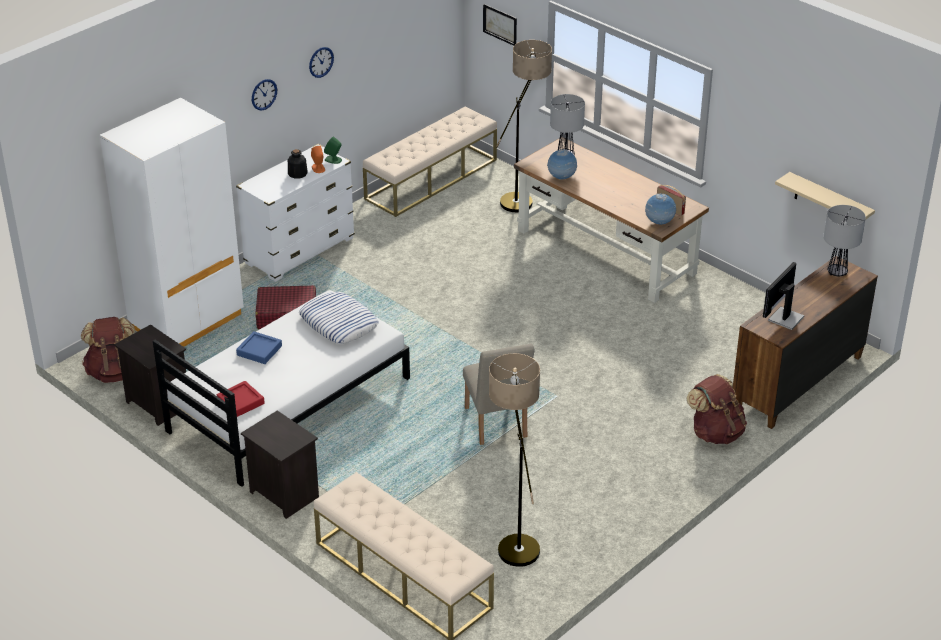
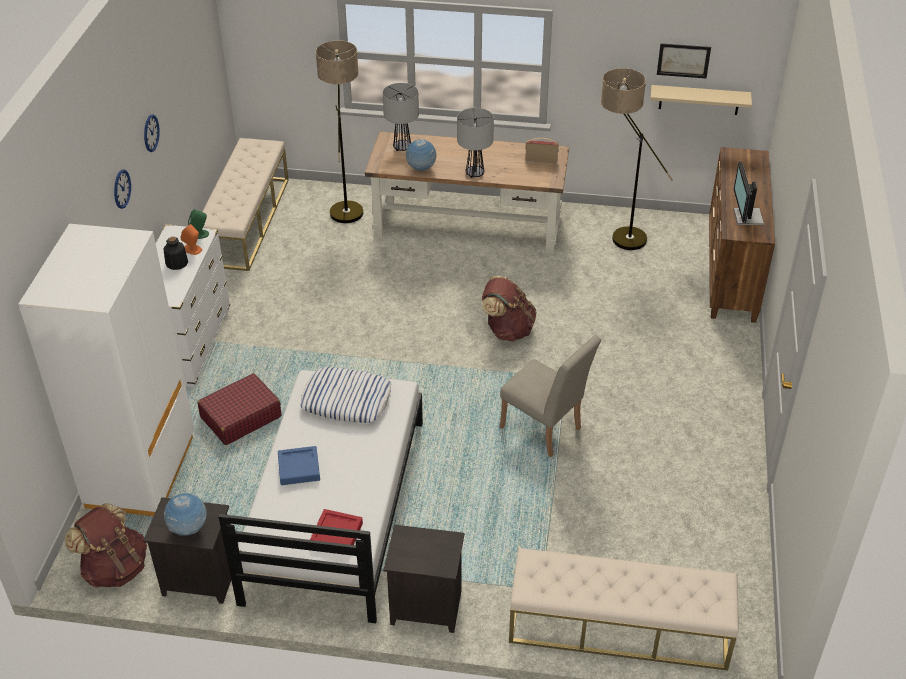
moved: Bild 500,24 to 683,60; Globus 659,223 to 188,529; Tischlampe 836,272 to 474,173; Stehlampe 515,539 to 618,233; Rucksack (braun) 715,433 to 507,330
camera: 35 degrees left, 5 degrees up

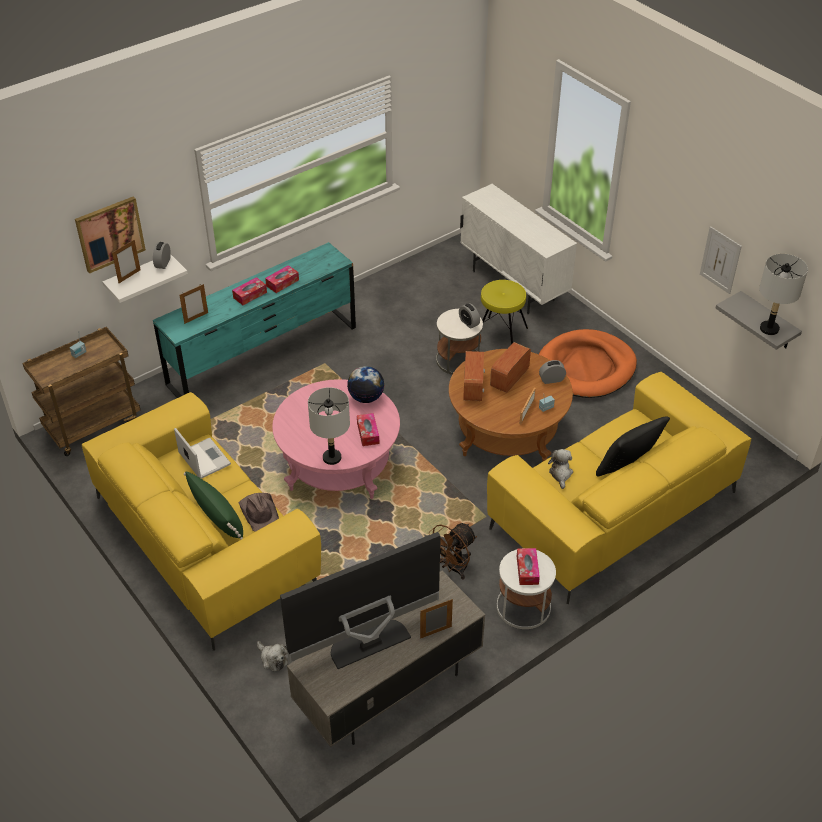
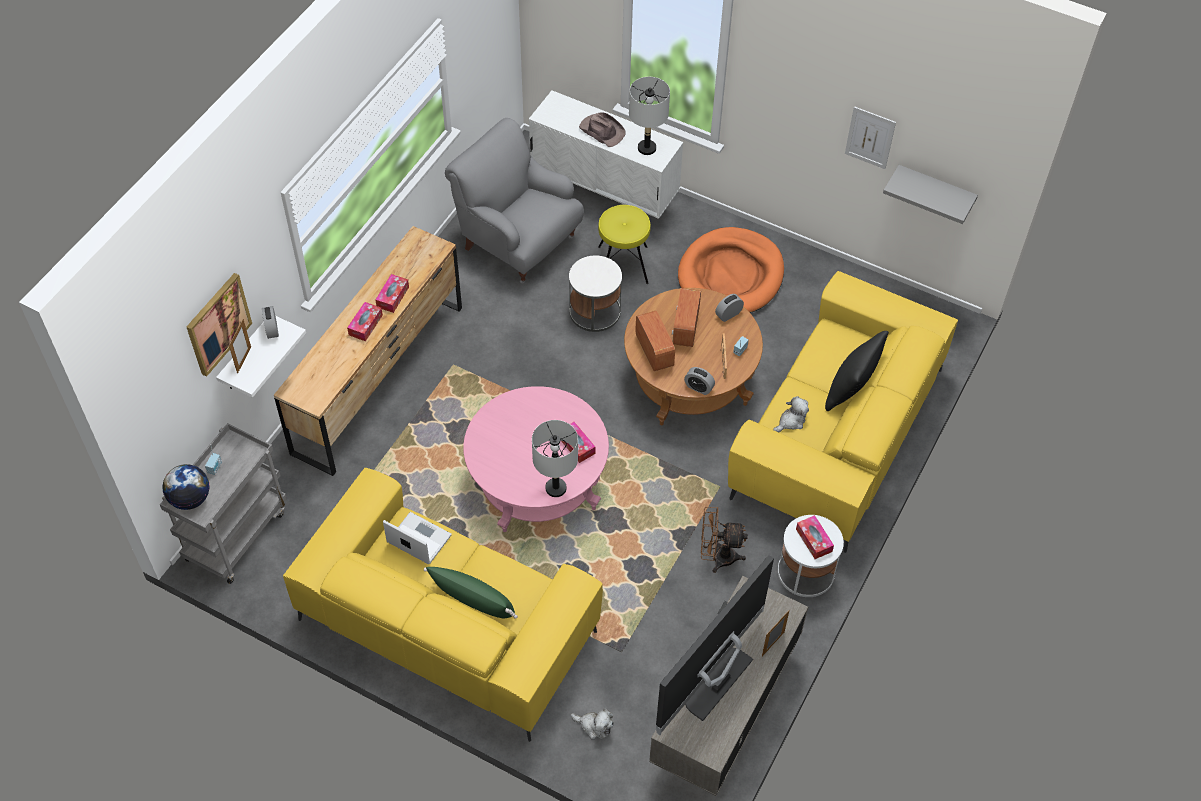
removed: Bilderrahmen 196,318
added: Sessel (grau) 518,242
moved: Tischlampe (grau) 769,329 to 646,148; Wecker 469,323 to 698,387; Globus 366,397 to 190,498; Hut (braun) 259,512 to 602,130
recoloured: Kommode (türkis) 263,356 to Kommode (braun) 379,379; Rollwagen (braun) 93,424 to Rollwagen (grau) 236,533
turned: Plüschtier 560,474 = 791,421 75 degrees clockwise; Ventilator (braun) 453,568 = 717,557 75 degrees clockwise
camera: 25 degrees left, 10 degrees up

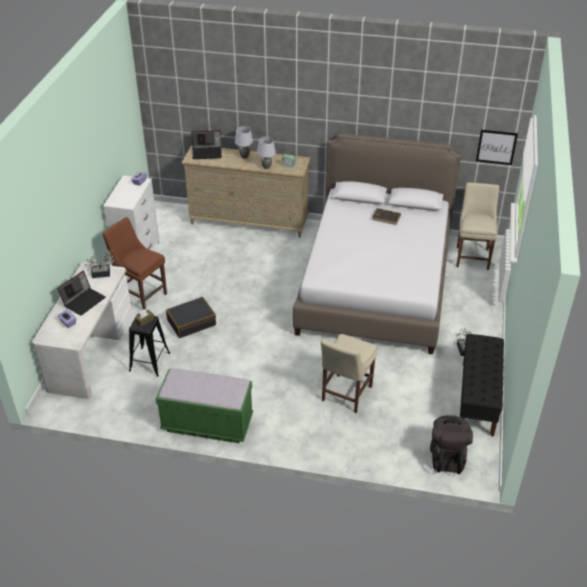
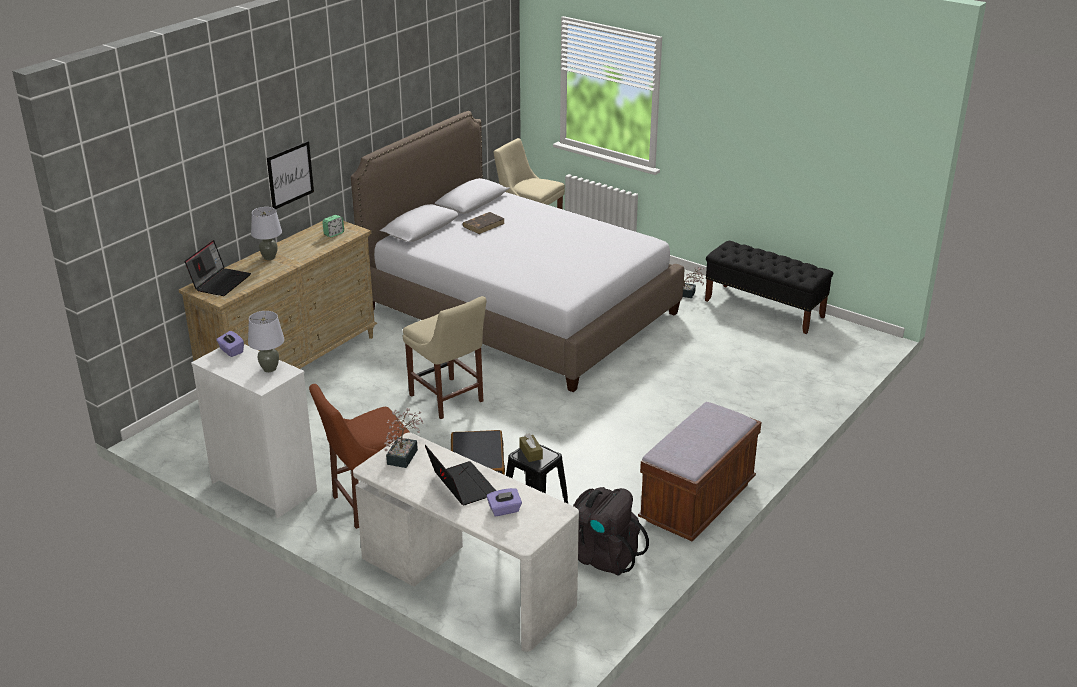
moved: Bild 496,147 to 290,175; Tischlampe (grau) 266,167 to 270,369; Stuhl (beige) 345,395 to 448,400; Rucksack (schwarz) 447,457 to 603,556
recoloured: Bank (grün) 207,424 to Bank (braun) 697,502
camera: 65 degrees left, 10 degrees down

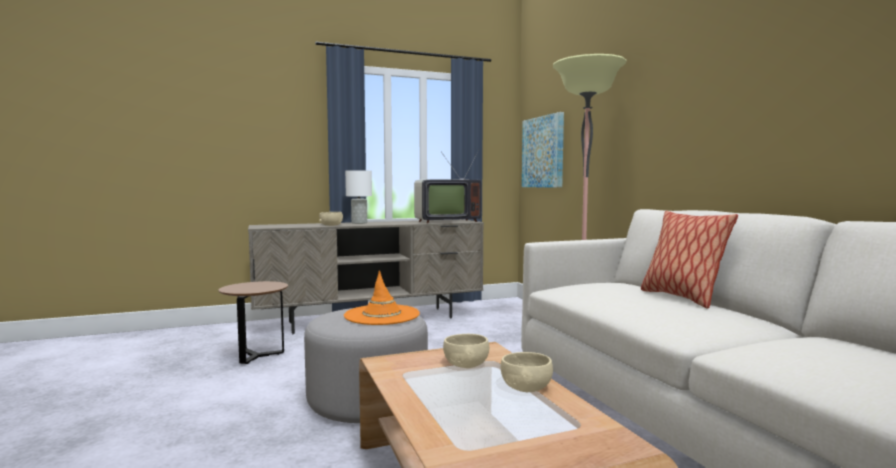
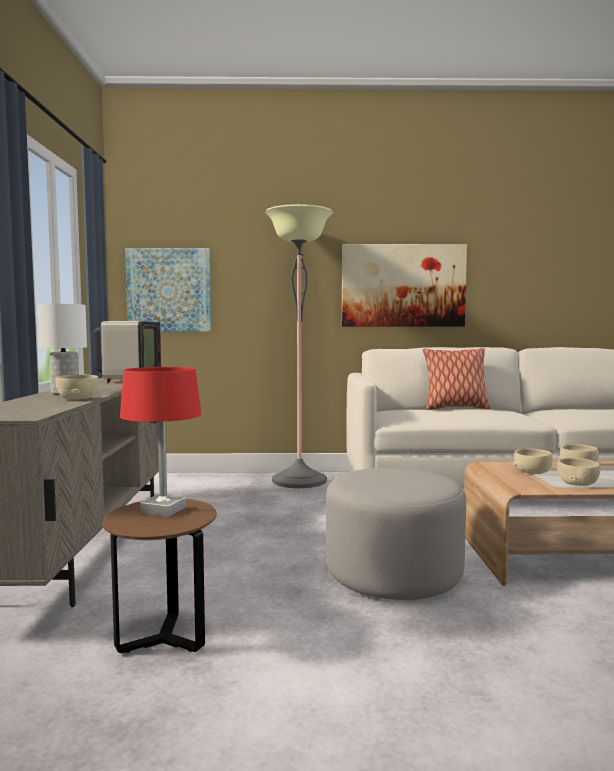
removed: Hut (orange) 382,315
added: Bild 403,285; Tischlampe (rot) 164,510; Schüssel (beige) 577,483
camera: 70 degrees left, 0 degrees up

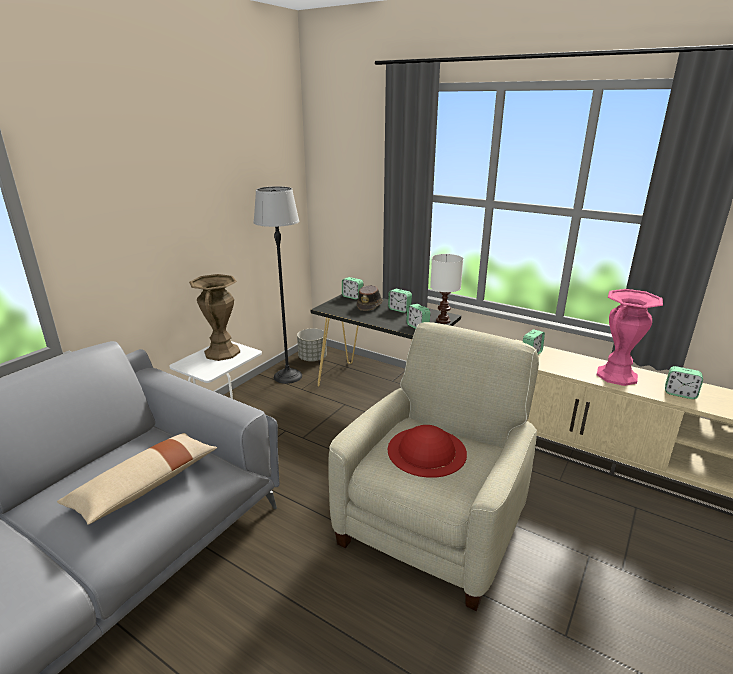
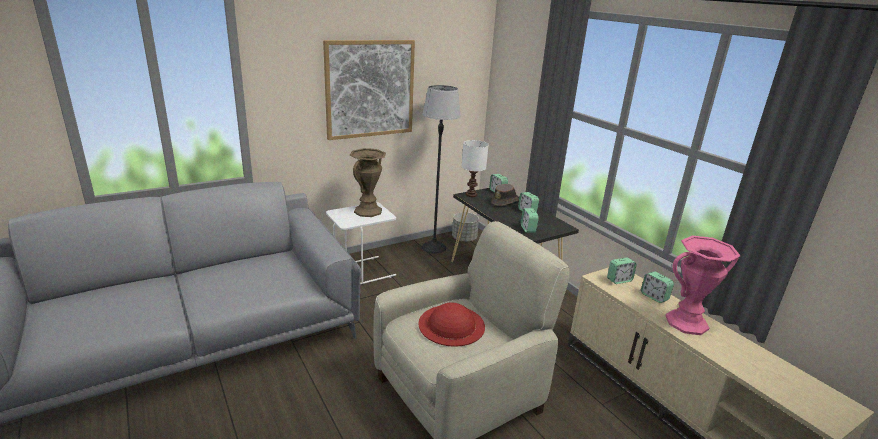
removed: Kissen (beige) 145,486
added: Bild 370,89
moved: Tischlampe (weiß) 442,320 to 471,194; Wecker 680,394 to 654,296
camera: 25 degrees right, 0 degrees up

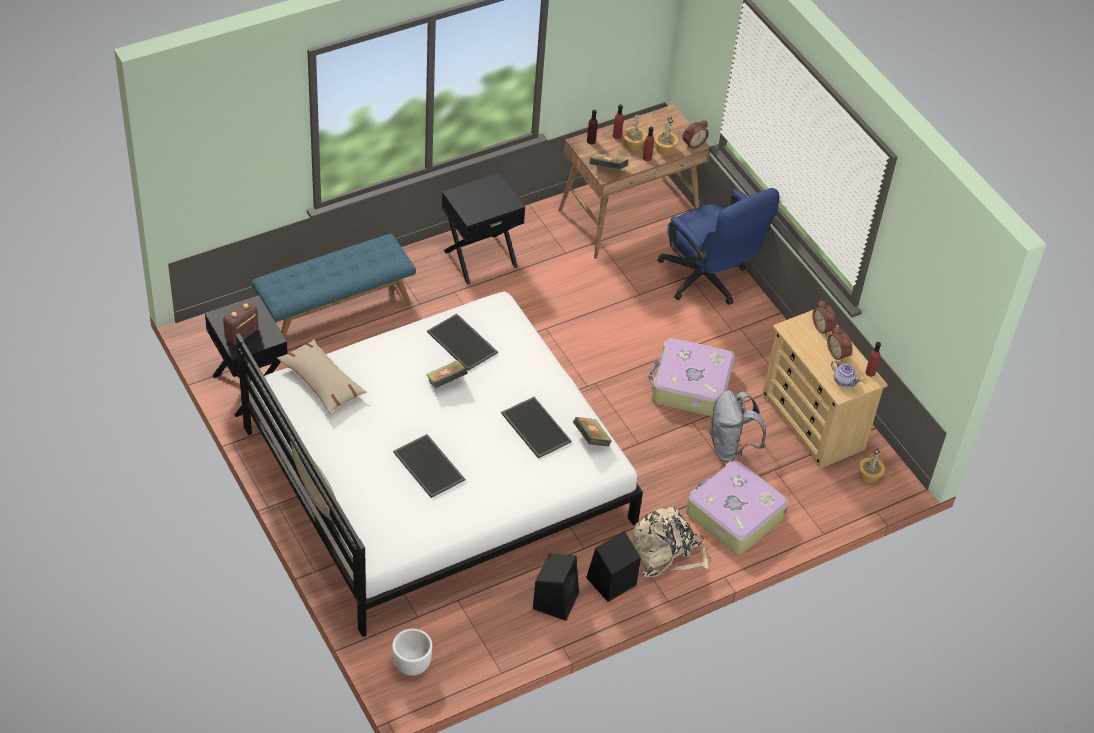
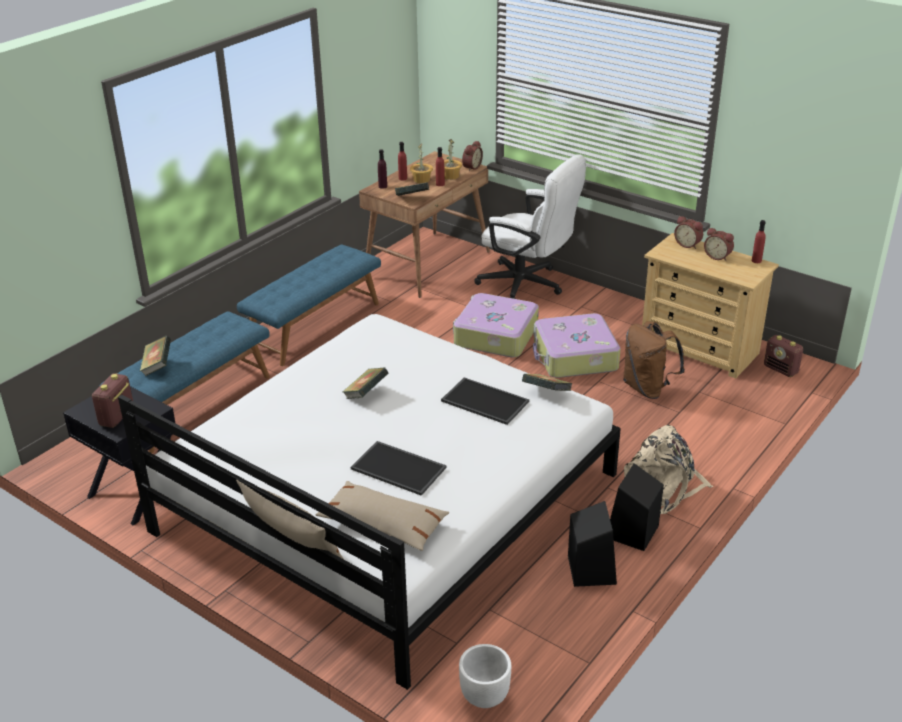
removed: Tablett 463,342; Teekanne 844,381
added: Buch 157,366
moved: Kissen (beige) 322,382 to 383,524; Koffer 733,515 to 495,336
replaced: Nachttisch (schwarz) 480,258 to Bank (blau) 314,326; Topfpflanze 869,476 to Radio 781,370
recoloured: Bürostuhl (blau) 707,281 to Bürostuhl (weiß) 528,285; Rucksack (grau) 730,447 to Rucksack (braun) 648,388
camera: 20 degrees left, 15 degrees down

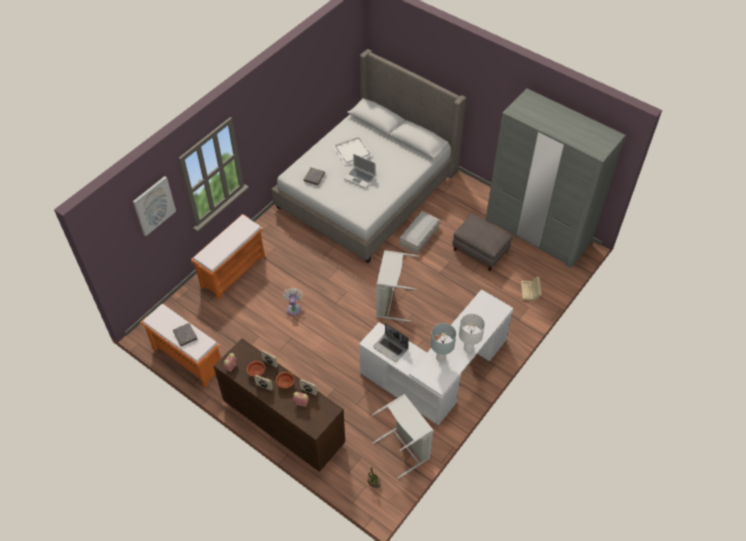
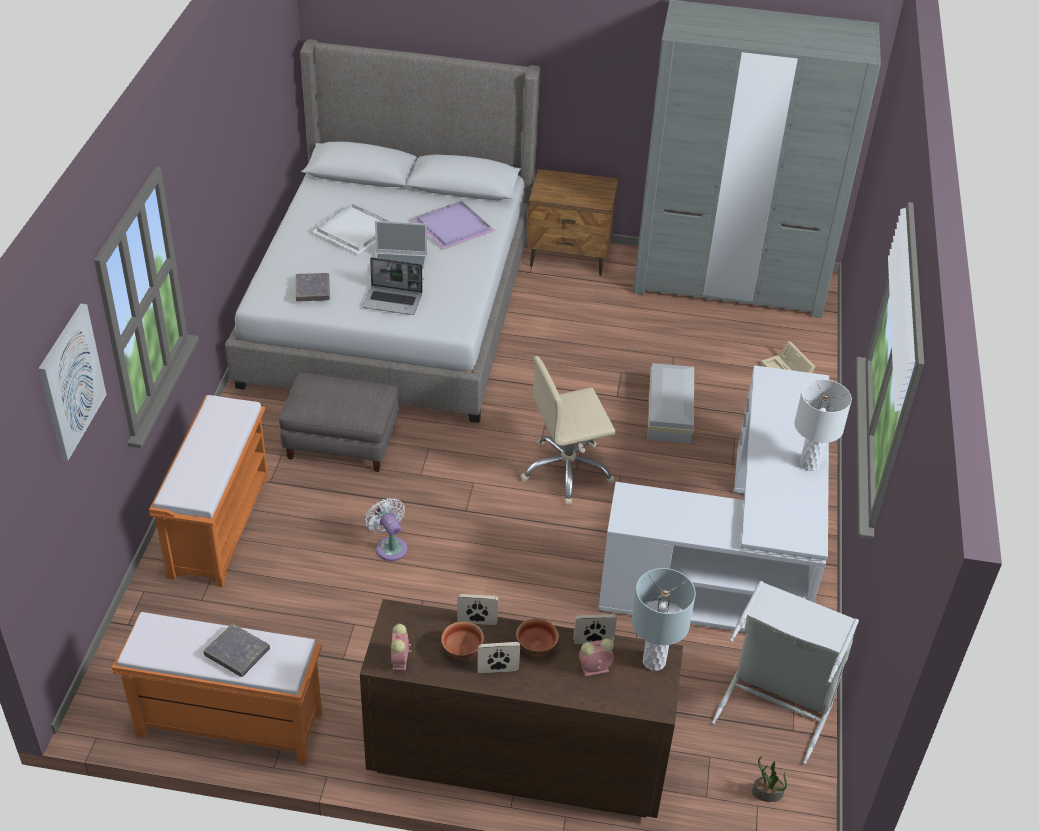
added: Nachttisch (braun) 569,256; Tablett (lila) 453,228
moved: Aufbewahrungsbox (weiß) 420,235 to 670,410; Polsterhocker (grau) 480,250 to 342,441; Laptop 391,348 to 393,301; Tischlampe (grau) 441,358 to 654,661
replaced: Wäschekorb (grau) 391,302 to Bürostuhl (beige) 567,471
camera: 30 degrees left, 10 degrees down

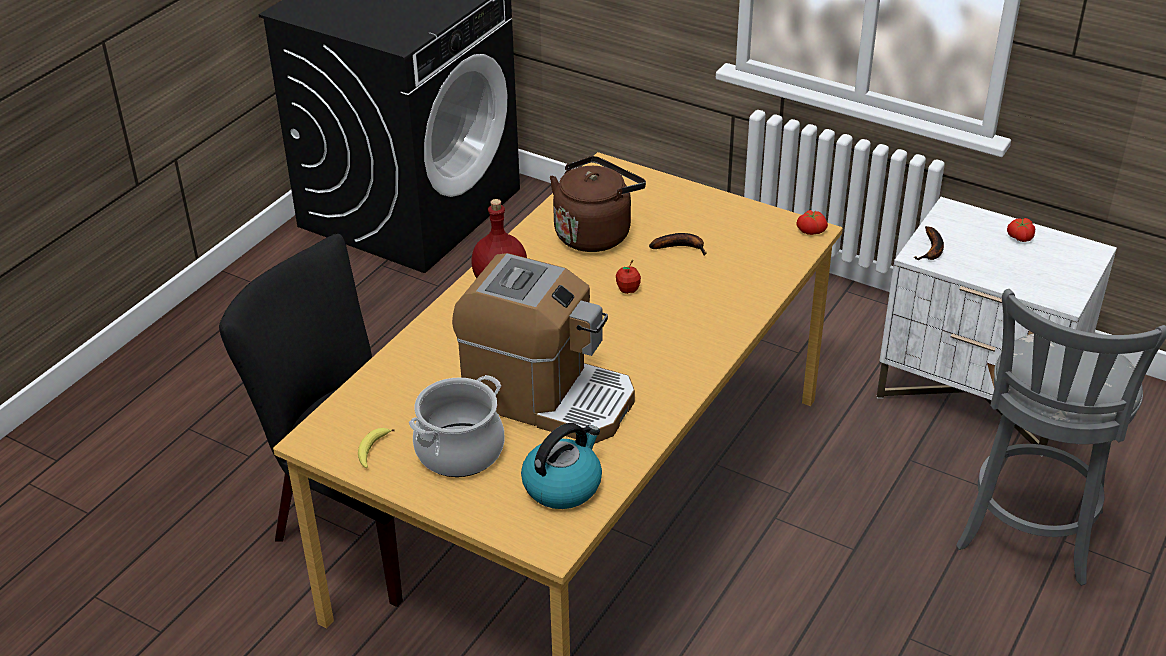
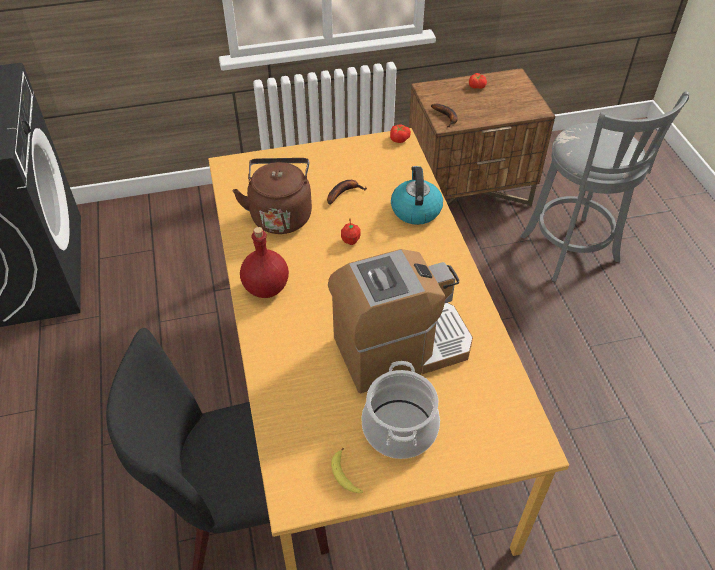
moved: Wasserkessel 563,485 to 415,209
recoloured: Nachttisch (weiß) 979,393 to Nachttisch (braun) 469,190
camera: 45 degrees left, 10 degrees up

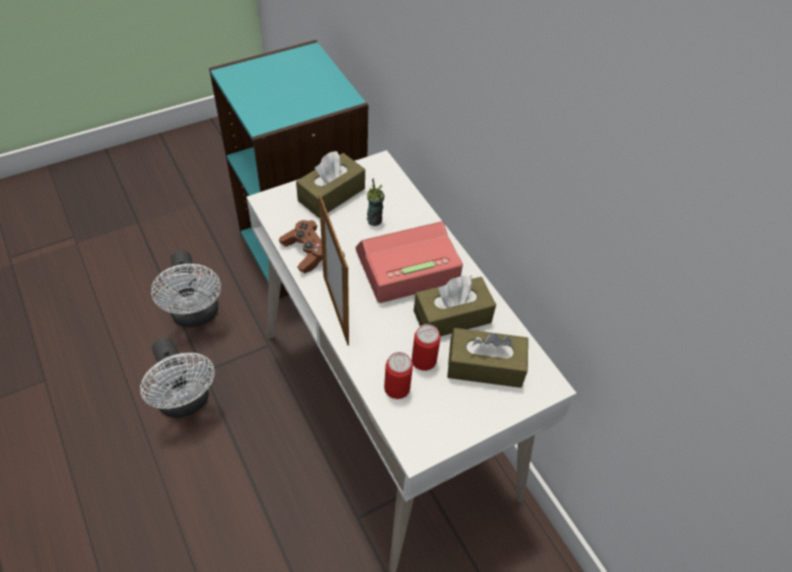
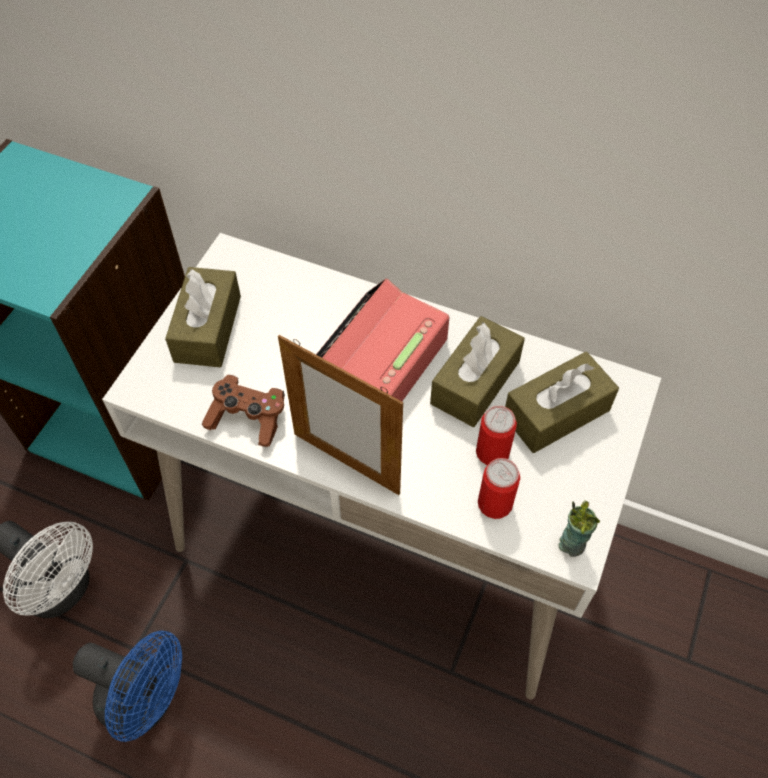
moved: Tasse 374,220 to 572,544
recoloured: Ventilator (weiß) 186,402 to Ventilator (blau) 147,701
camera: 35 degrees left, 5 degrees up

